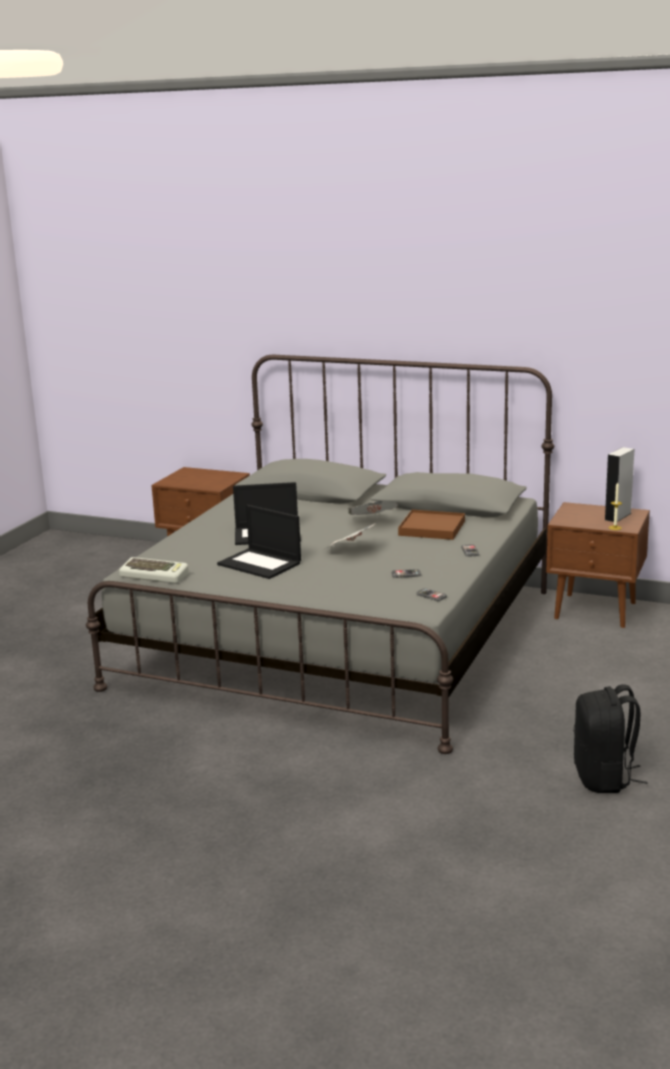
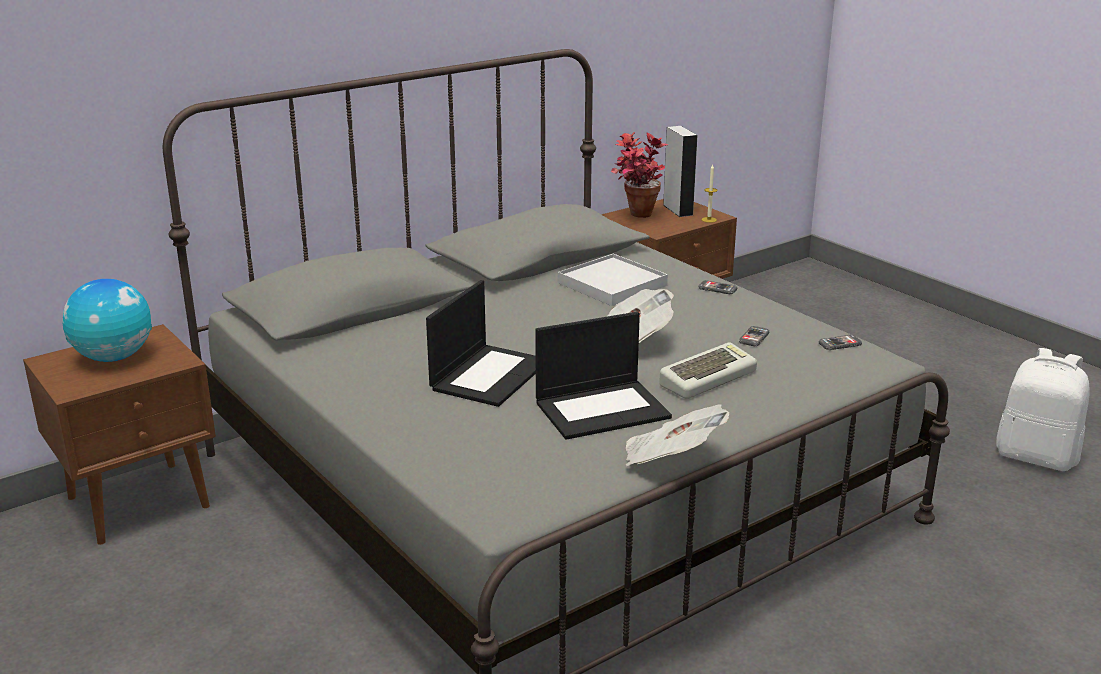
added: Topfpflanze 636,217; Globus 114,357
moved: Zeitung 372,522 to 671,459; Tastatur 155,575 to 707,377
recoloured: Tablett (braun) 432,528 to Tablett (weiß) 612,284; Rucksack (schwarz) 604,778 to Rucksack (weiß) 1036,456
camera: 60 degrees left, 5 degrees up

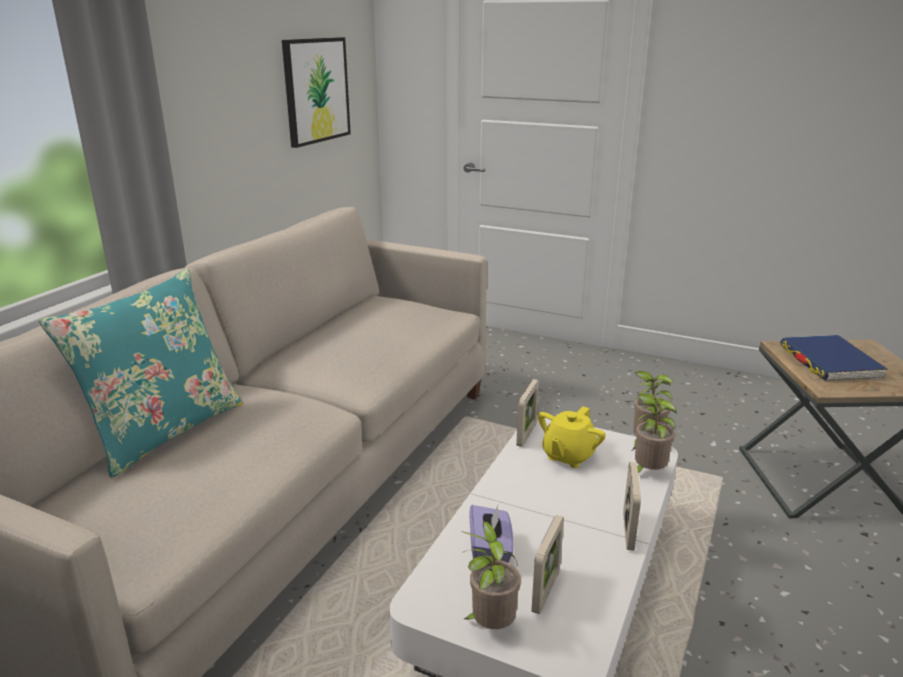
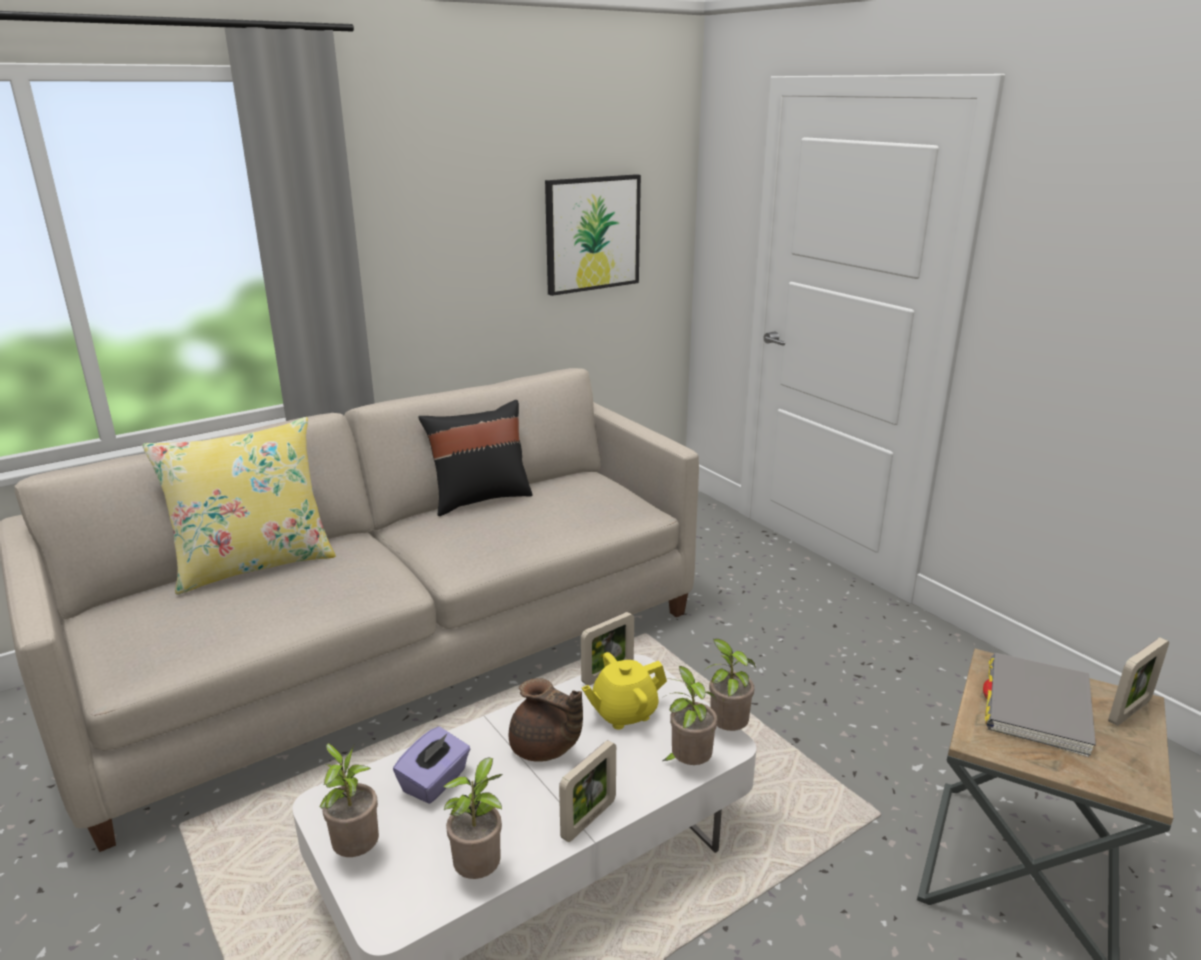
added: Kissen (schwarz) 480,499; Teekanne (braun) 544,749; Topfpflanze 480,872
moved: Bilderrahmen 546,591 to 1129,711
recoloured: Kissen (türkis) 164,431 to Kissen (gelb) 254,564; Buch (blau) 829,362 to Buch (grau) 1036,707
camera: 30 degrees right, 0 degrees up

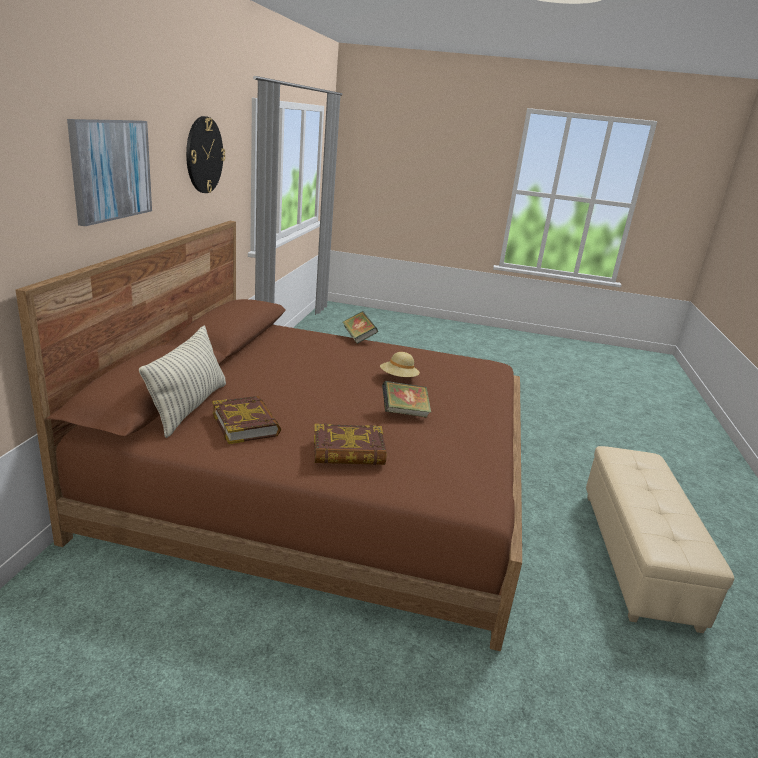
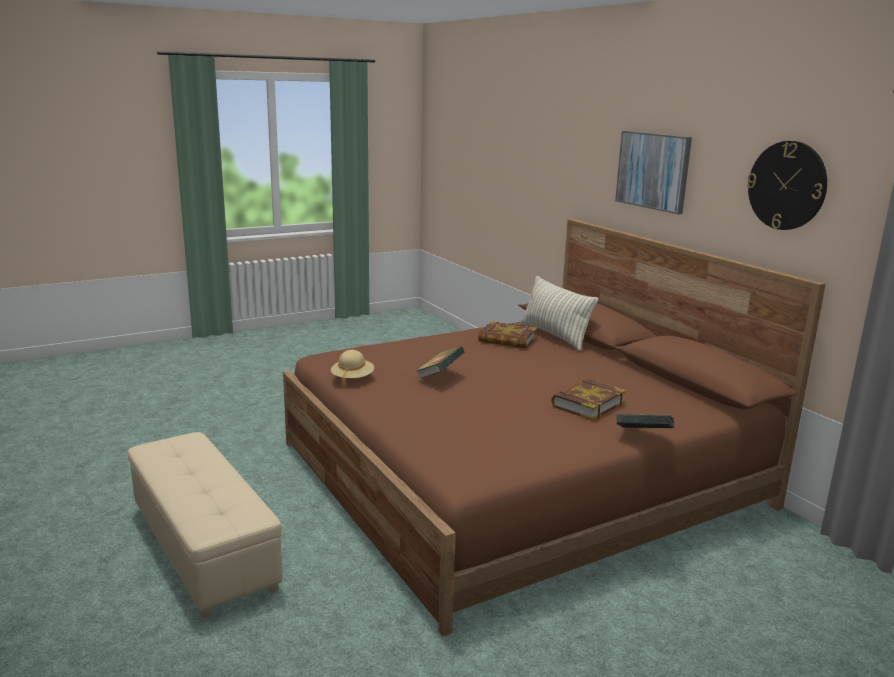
moved: Hut (beige) 398,378 to 352,378; Buch 348,451 to 587,404
camera: 140 degrees right, 5 degrees down

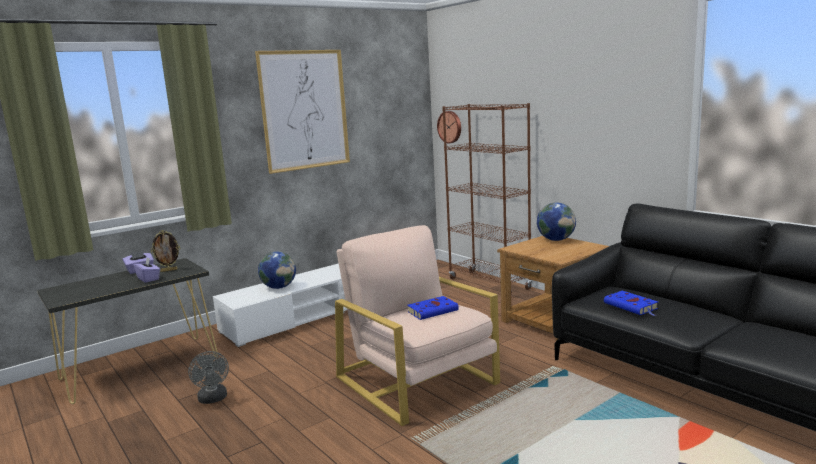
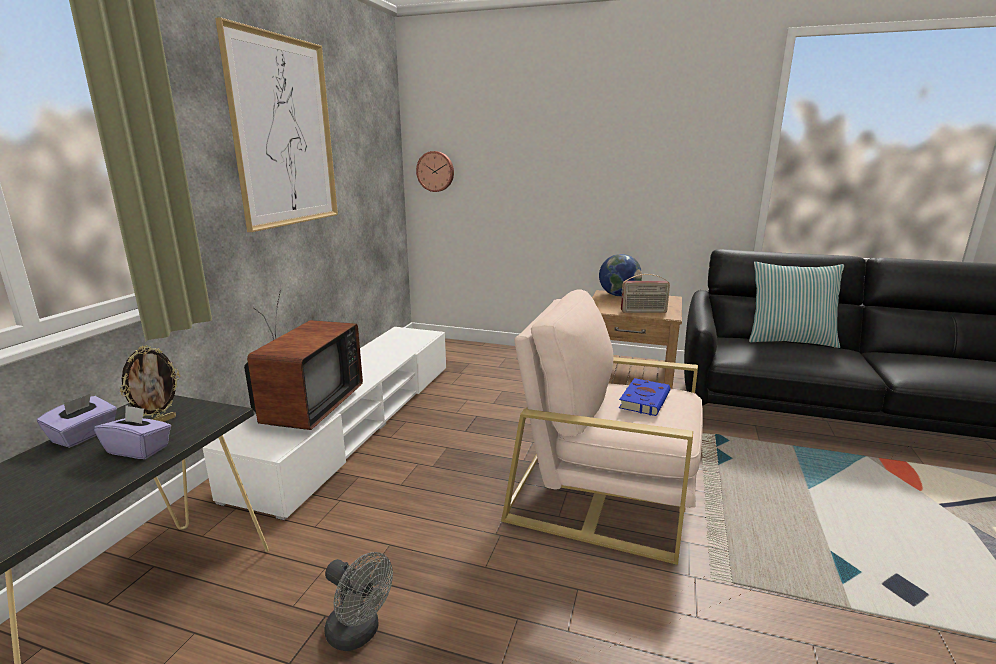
removed: Bücherregal (braun) 489,284; Buch (blau) 632,306
added: Kissen 789,340; Radio 643,312
replaced: Globus 279,287 to Fernseher 306,408
camera: 35 degrees left, 5 degrees up

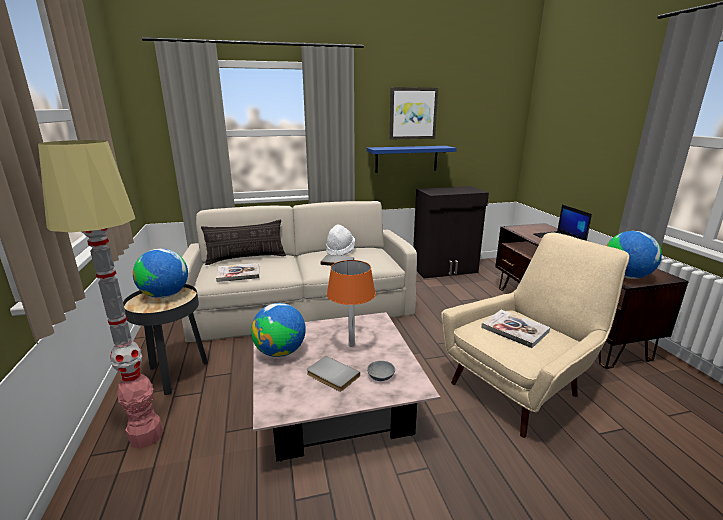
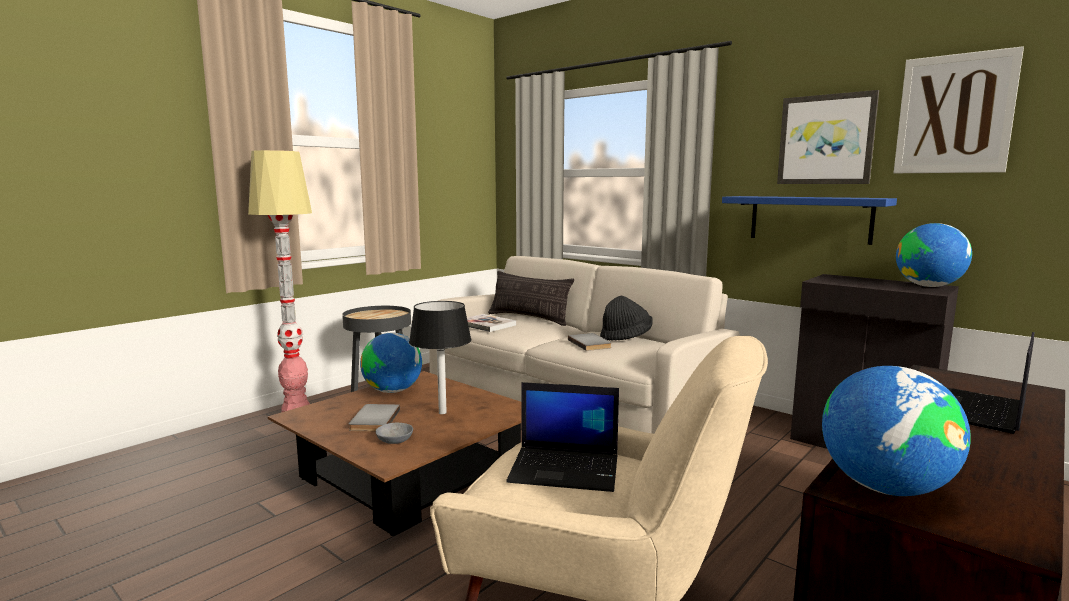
added: Bild 954,114
moved: Globus 165,295 to 929,286
replaced: Buch 515,329 to Laptop 566,469
recoloured: Hut (weiß) 340,251 to Hut (schwarz) 626,337; Tischlampe (orange) 351,345 to Tischlampe (schwarz) 442,413; Couchtisch (rosa) 336,400 to Couchtisch (braun) 412,474
camera: 55 degrees right, 10 degrees down

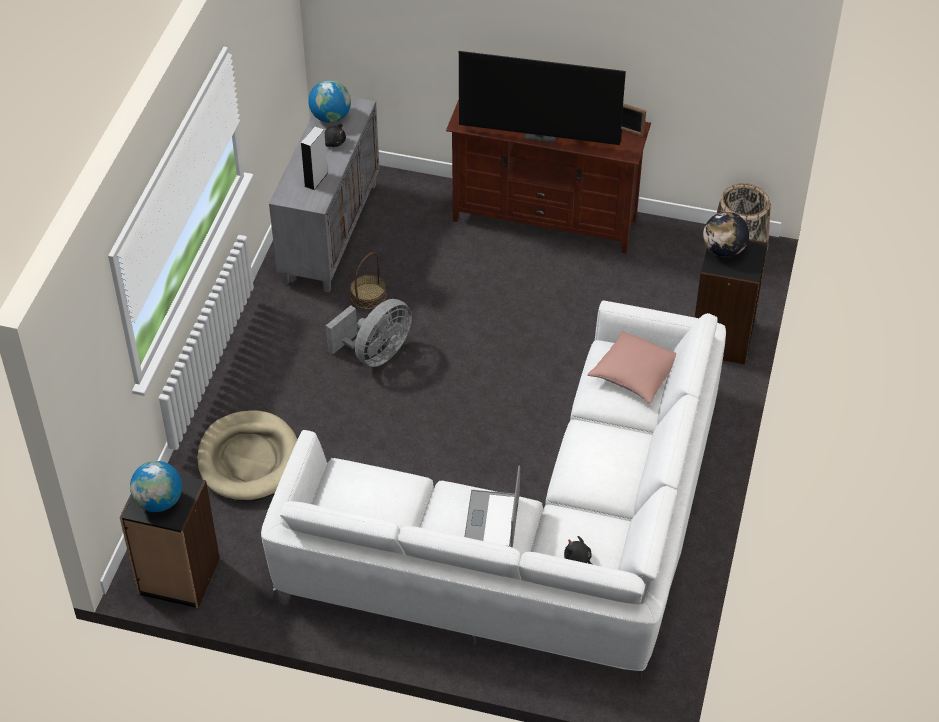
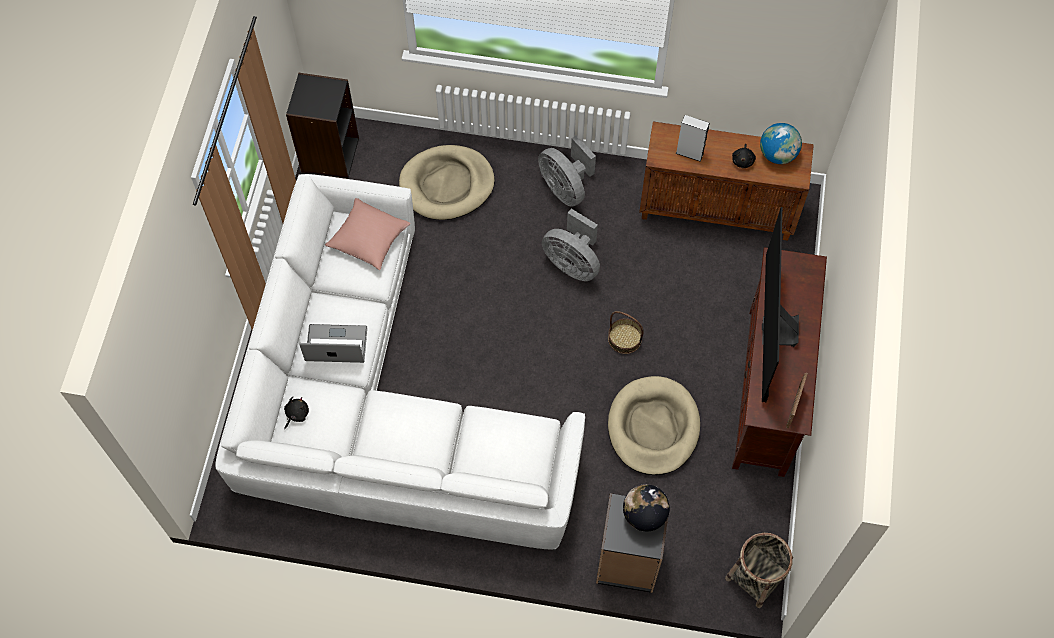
removed: Globus 159,502
added: Ventilator (grau) 565,188; Hundebett (beige) 653,427
moved: Korb 368,296 to 624,338; Kissen (rosa) 635,374 to 368,239
recoloured: Schrank (grau) 329,232 to Schrank (braun) 717,210
camera: 85 degrees right, 15 degrees up

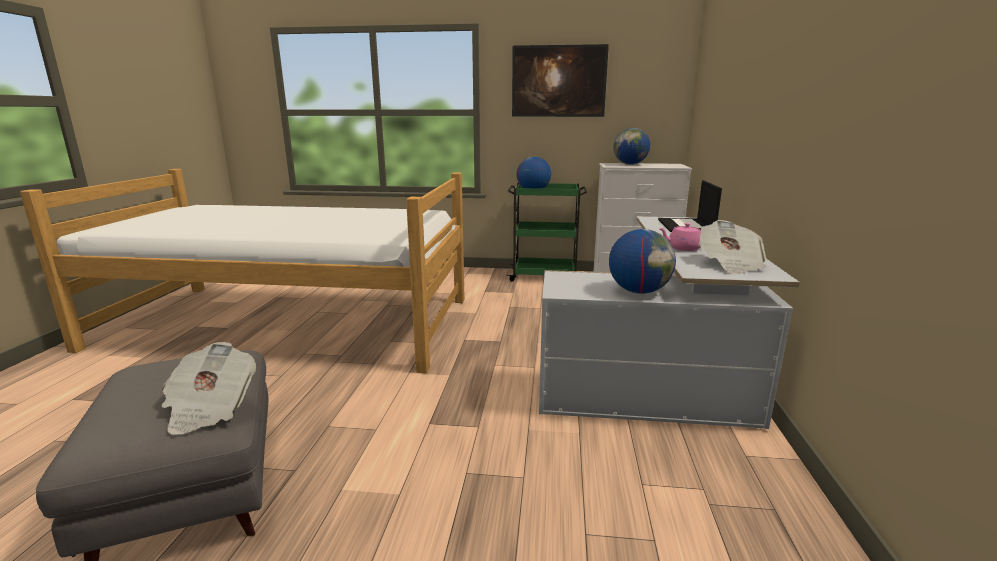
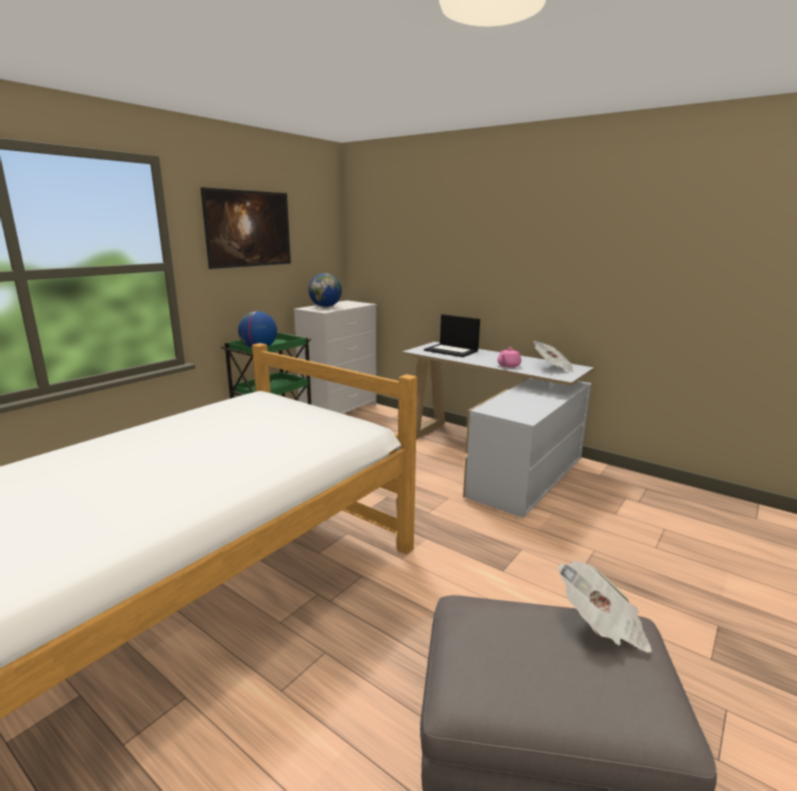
removed: Globus 638,291
camera: 60 degrees left, 0 degrees up

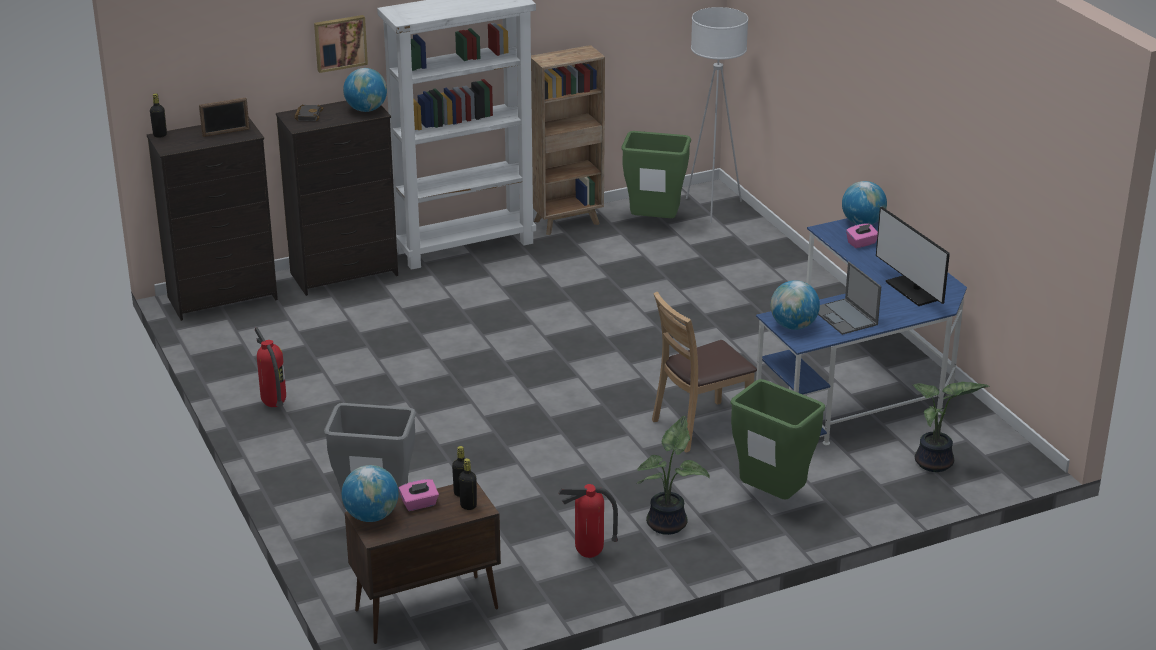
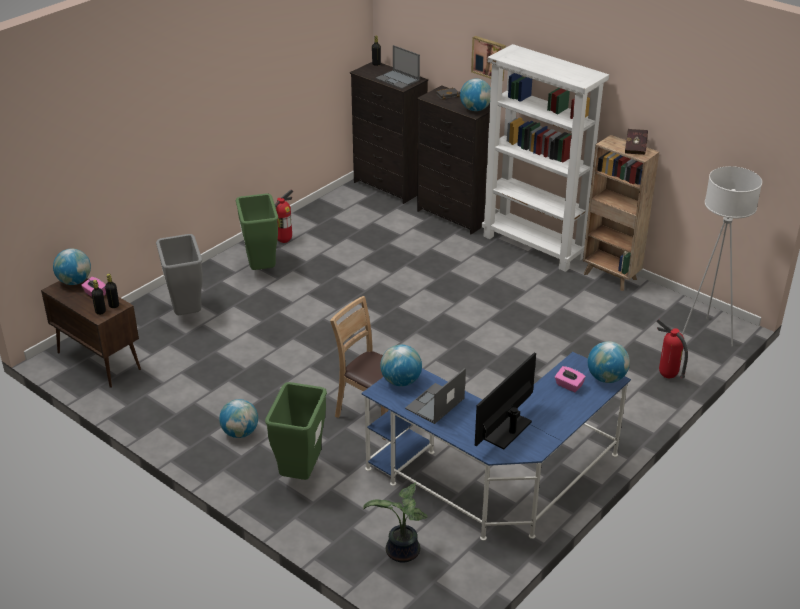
added: Buch (rot) 636,148
moved: Mülleimer (grün) 653,223 to 261,269; Feuerlöscher 589,555 to 667,376
replaced: Bilderrahmen 226,133 to Laptop 398,79; Topfpflanze 669,524 to Globus 240,433
camera: 65 degrees right, 5 degrees up

